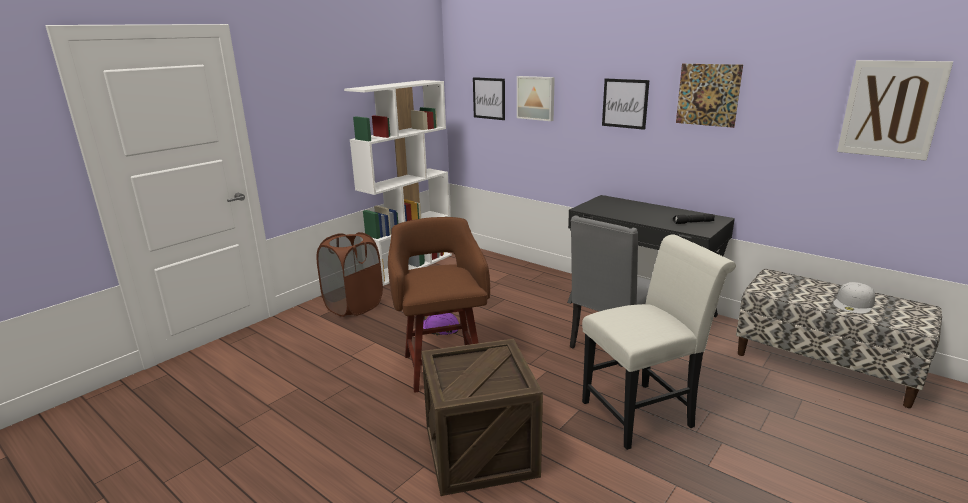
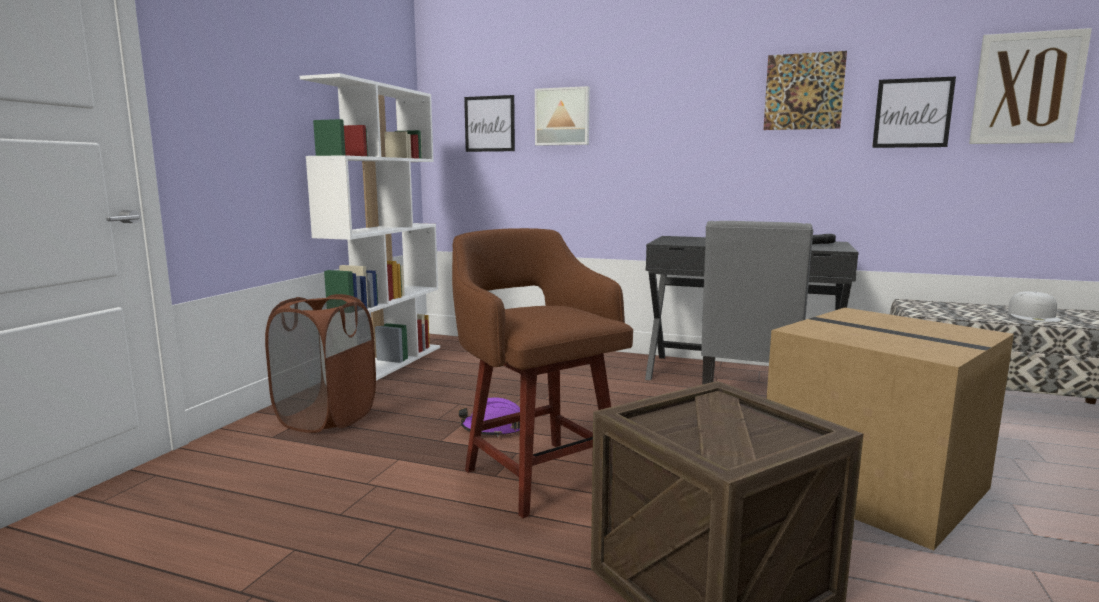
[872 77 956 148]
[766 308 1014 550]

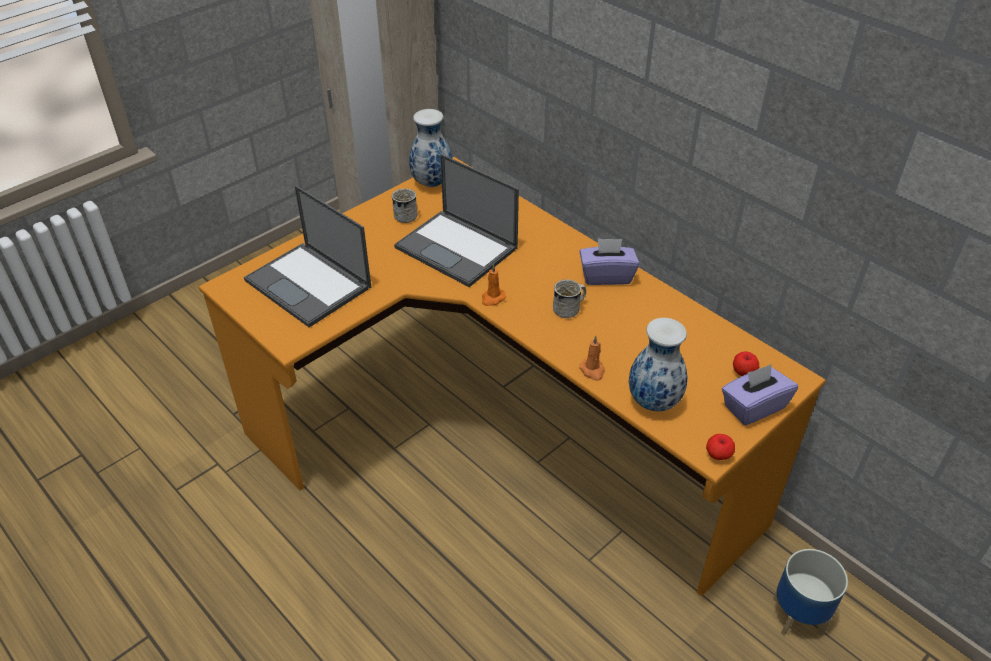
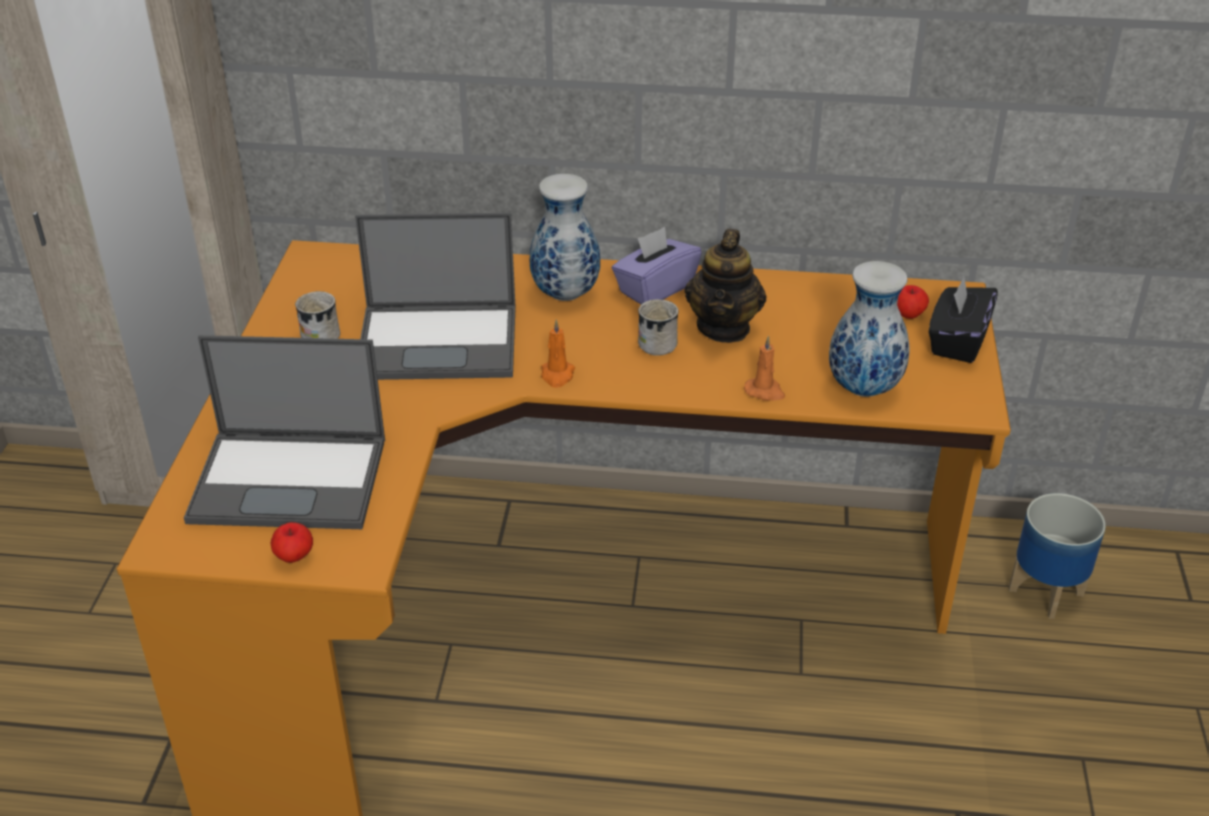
[684 229 767 343]
[530 174 600 301]
[271 522 313 563]
[929 277 998 363]

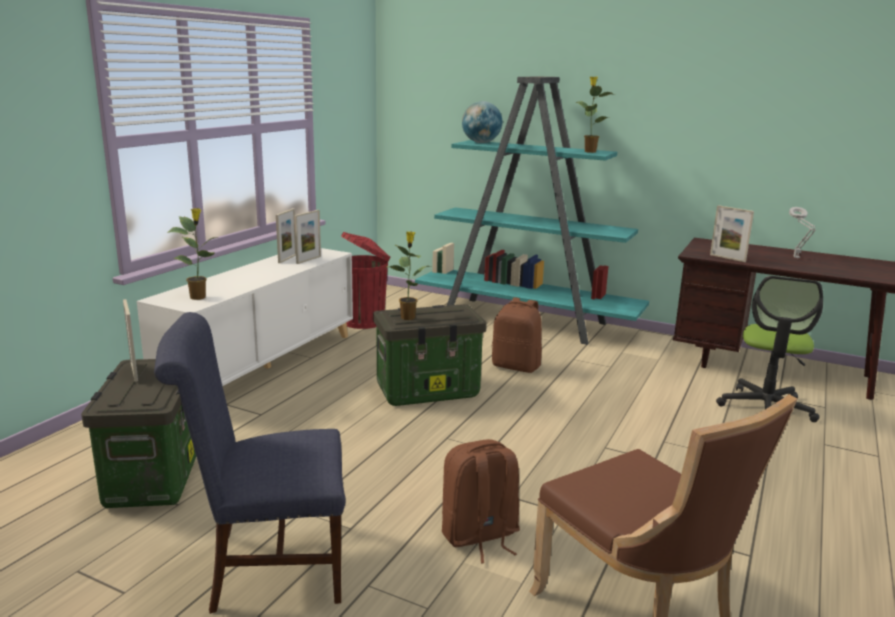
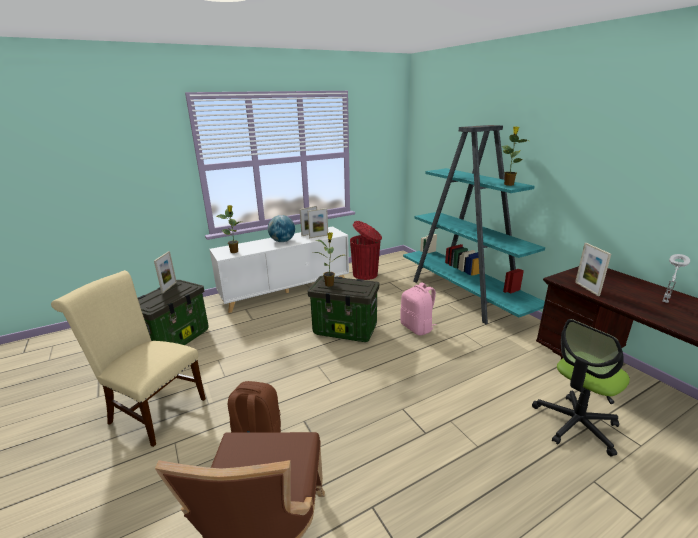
[268 215 295 242]
[51 270 206 447]
[400 282 437 335]

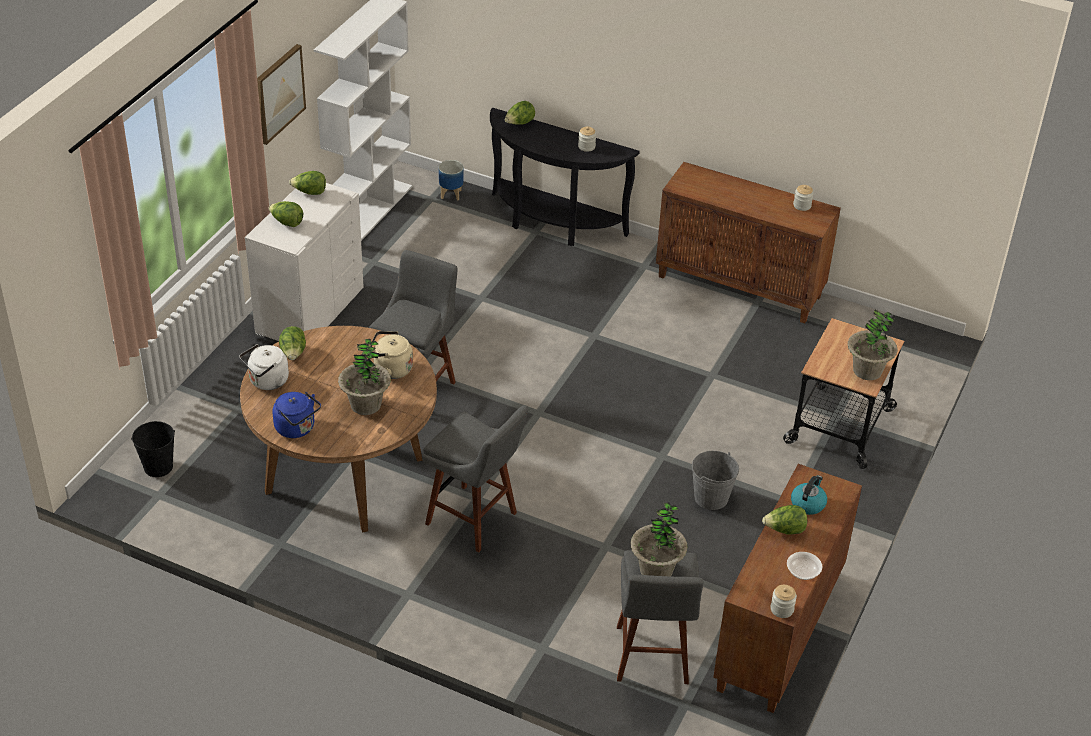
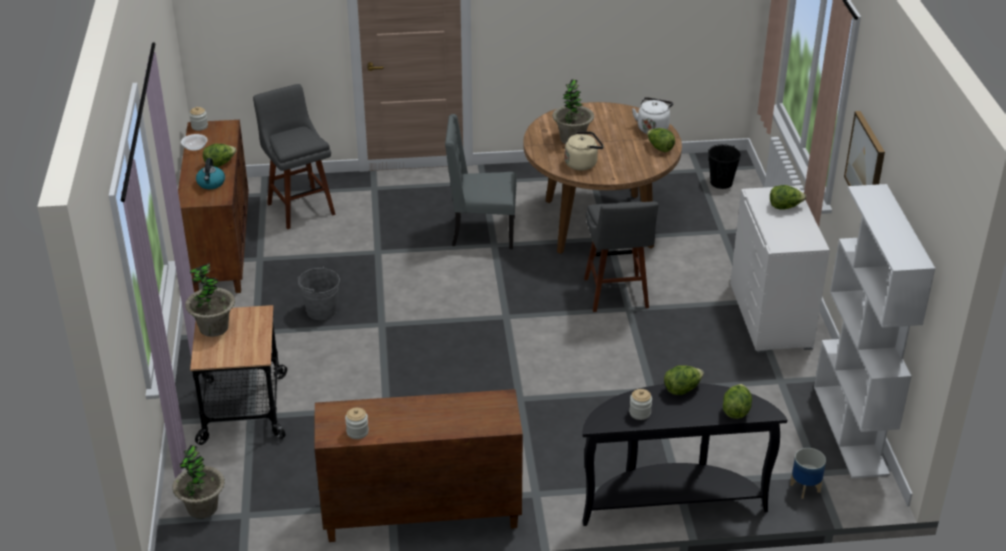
[272 392 321 438] (first image)
[664 365 704 395]
[172 445 225 519]
[445 114 517 249]

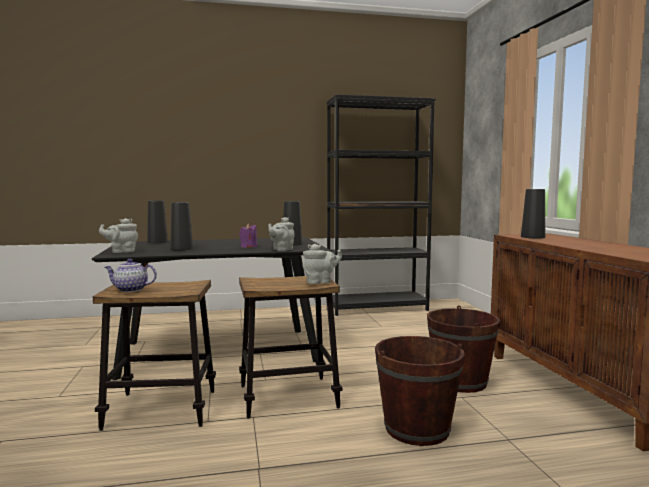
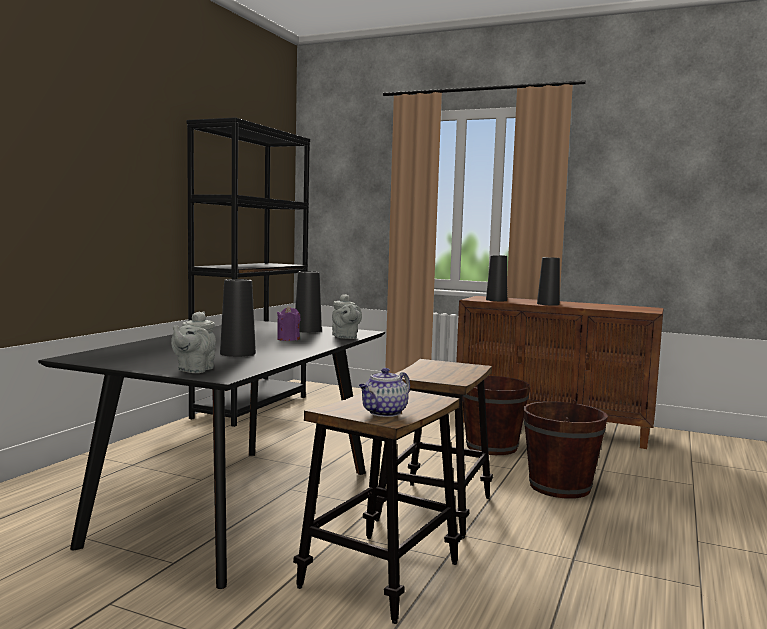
[303 244 342 284] (first image)
[537 257 560 306]

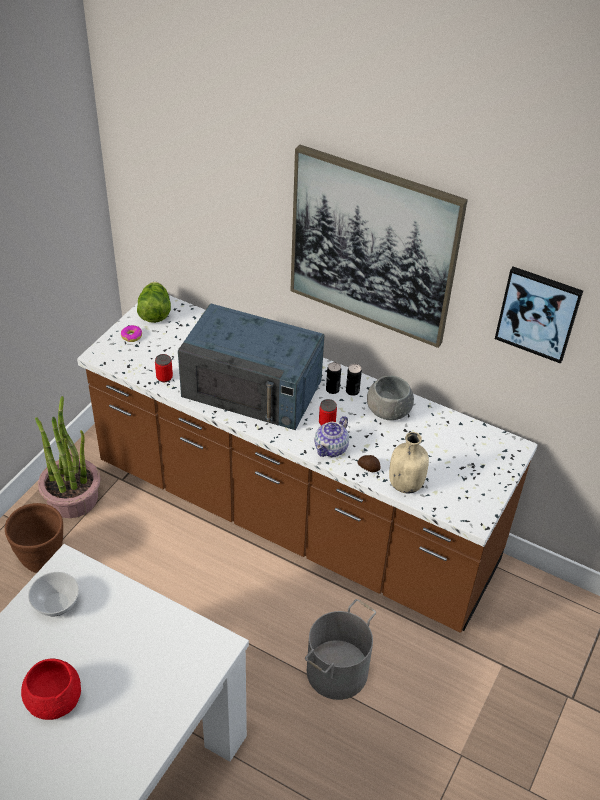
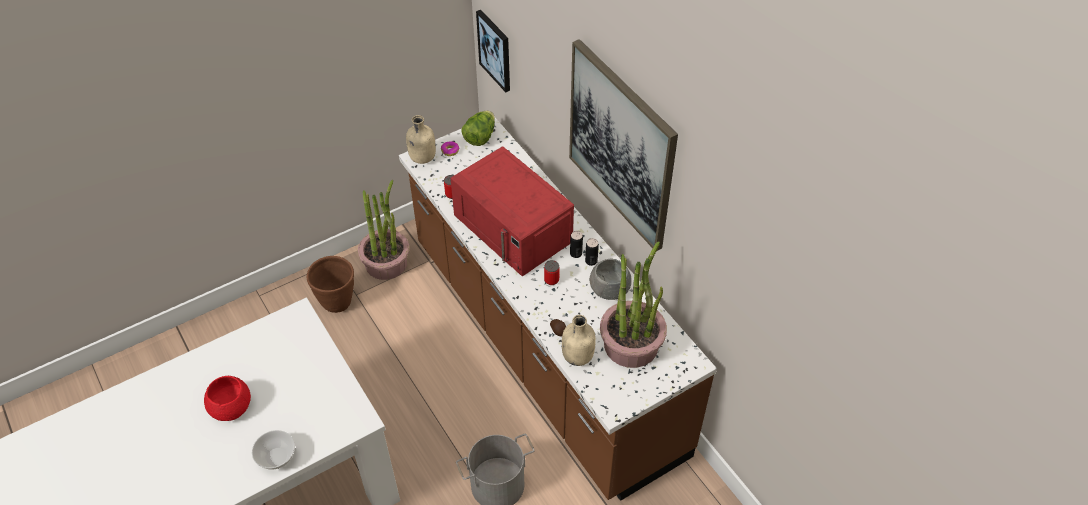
[314 416 349 457] (first image)
[406 115 436 164]
[600 241 667 368]
[252 430 295 470]
[476 10 510 92]
[450 147 574 276]

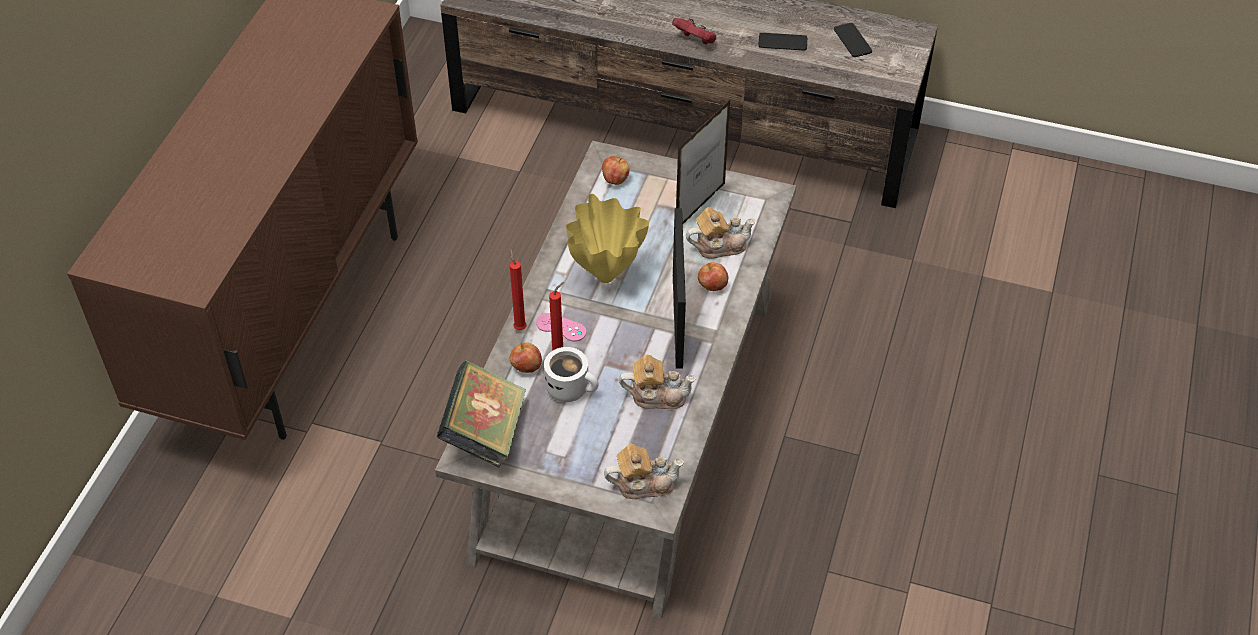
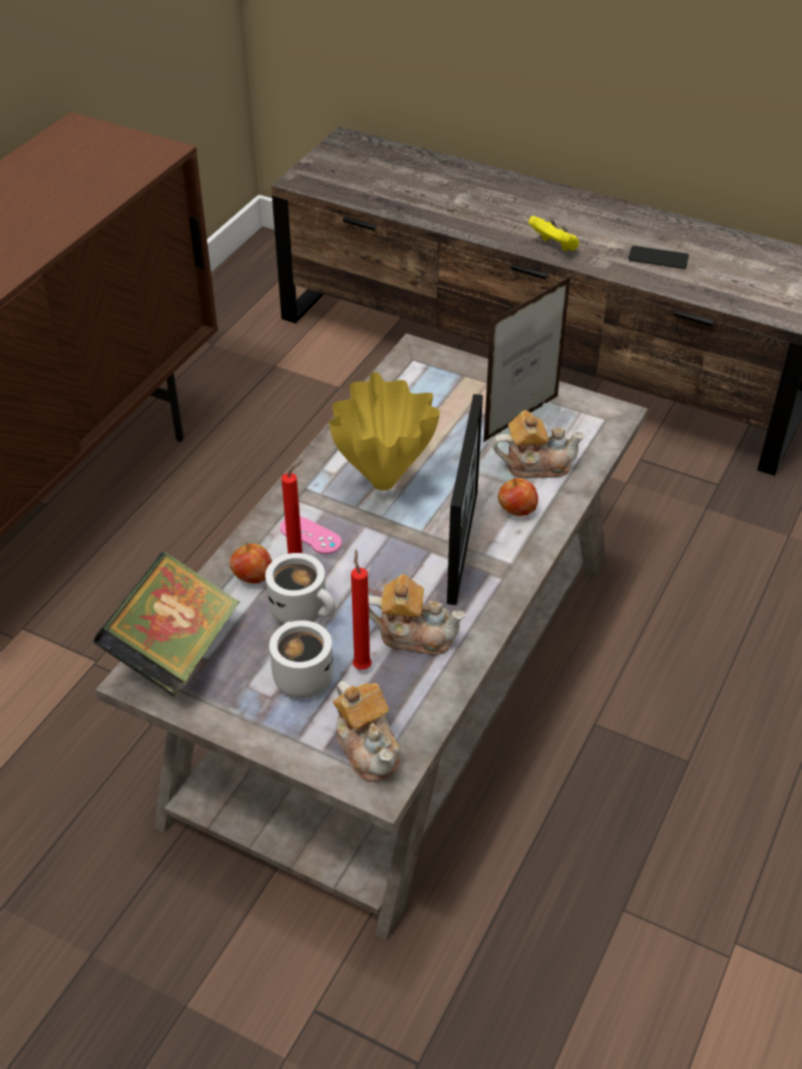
[602 156 630 185] (first image)
[834 23 872 57] (first image)
[269 620 333 699]
[351 550 372 670]
[528 216 579 252]
[333 681 401 782]

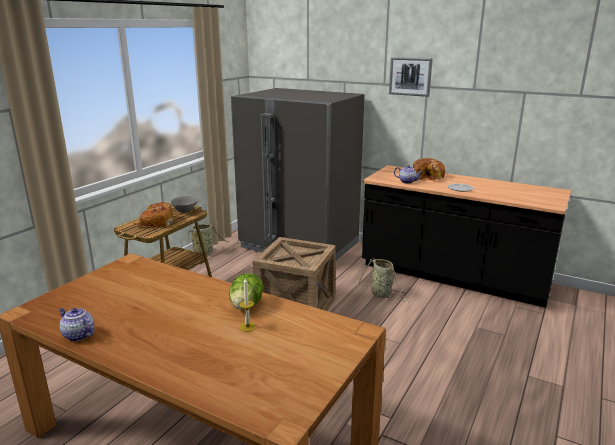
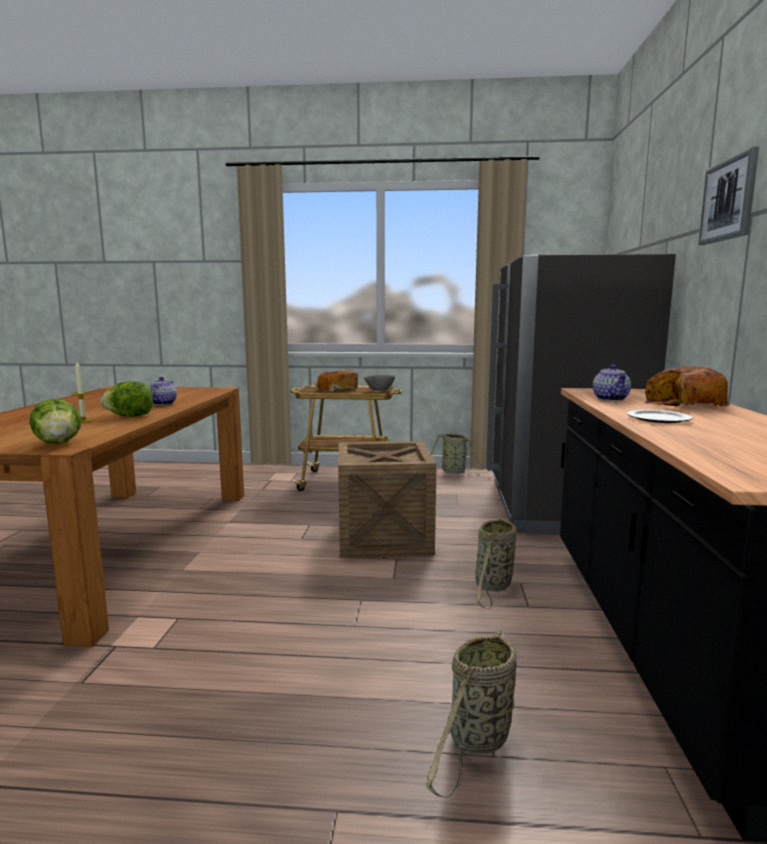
[29 399 82 444]
[426 630 517 798]
[149 377 177 405]

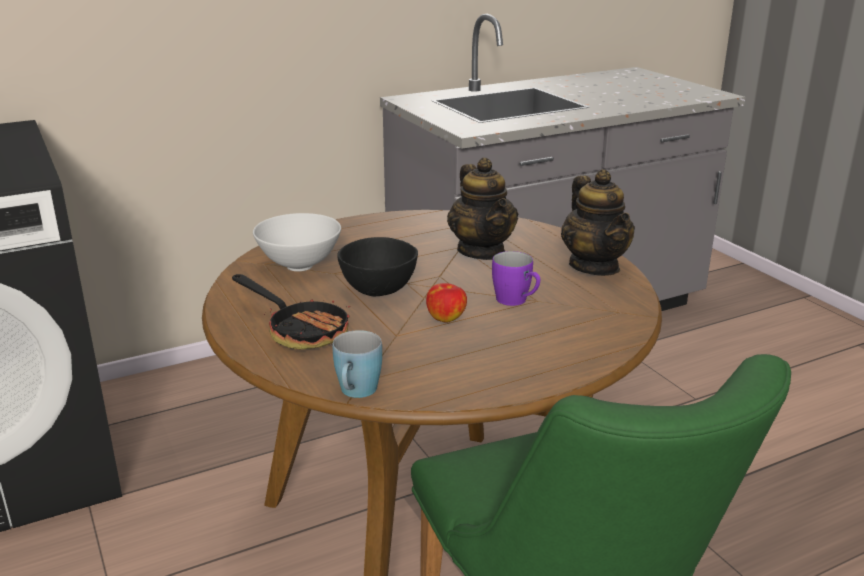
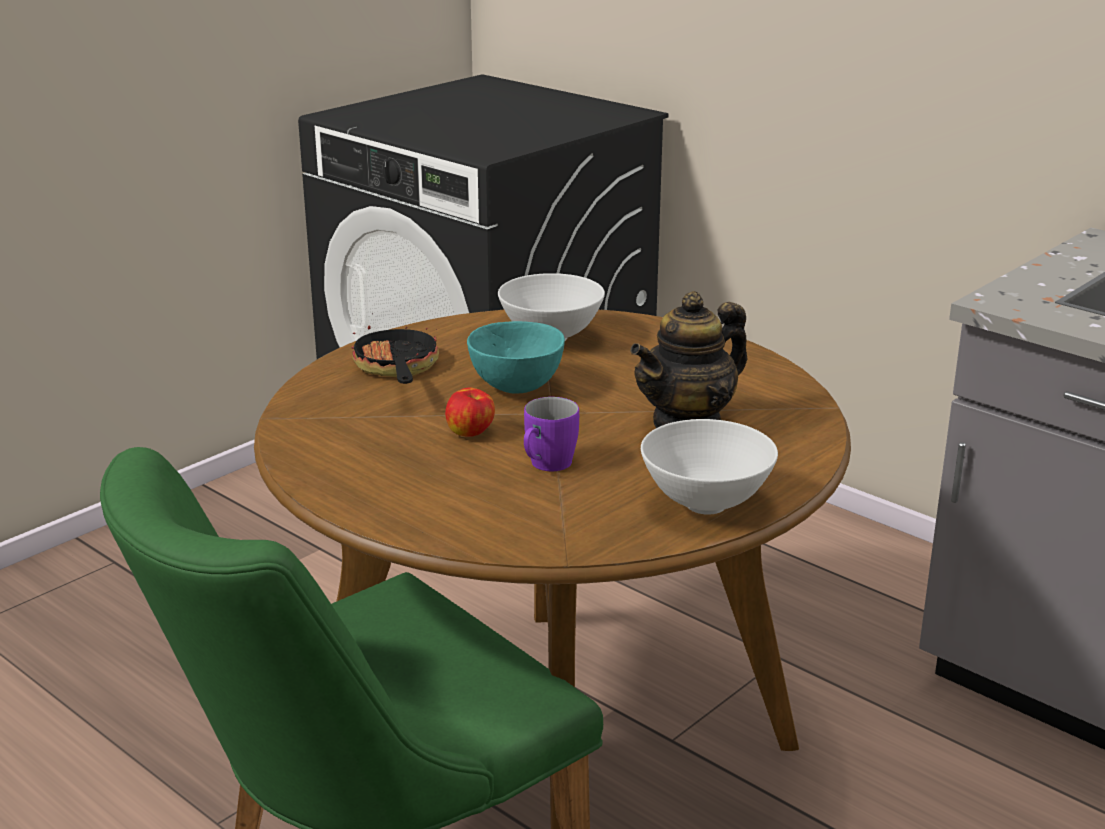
[332 330 382 398] (first image)
[641 419 778 515]
[467 321 565 394]
[351 313 439 384]

